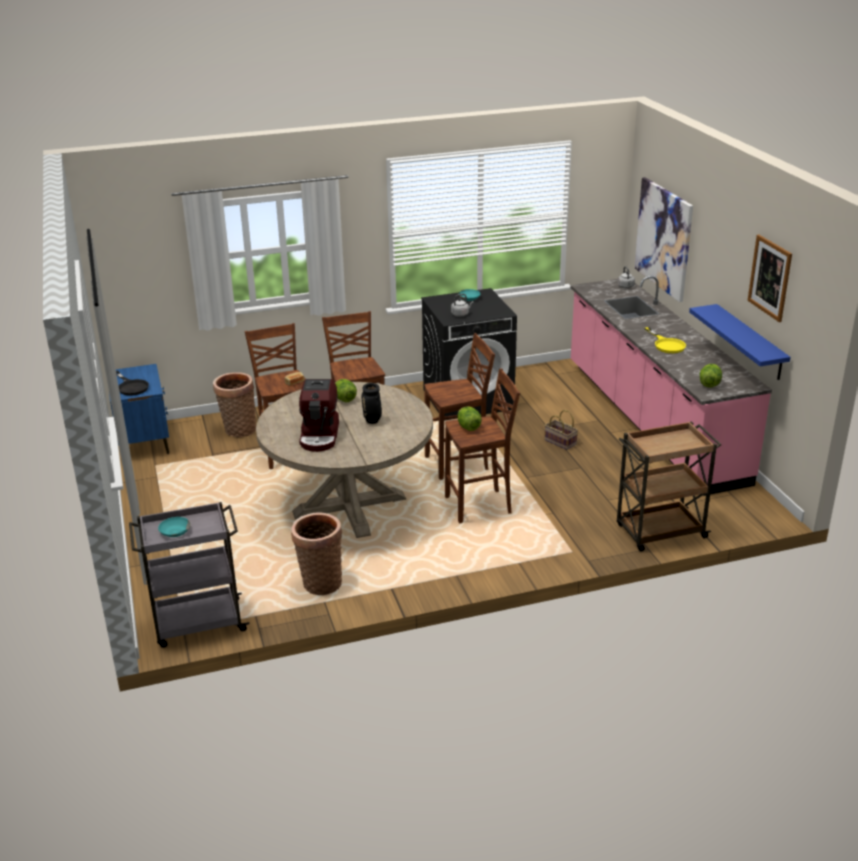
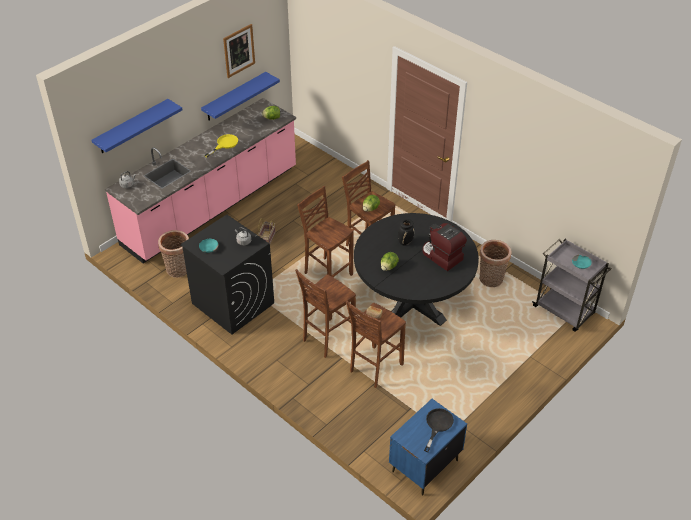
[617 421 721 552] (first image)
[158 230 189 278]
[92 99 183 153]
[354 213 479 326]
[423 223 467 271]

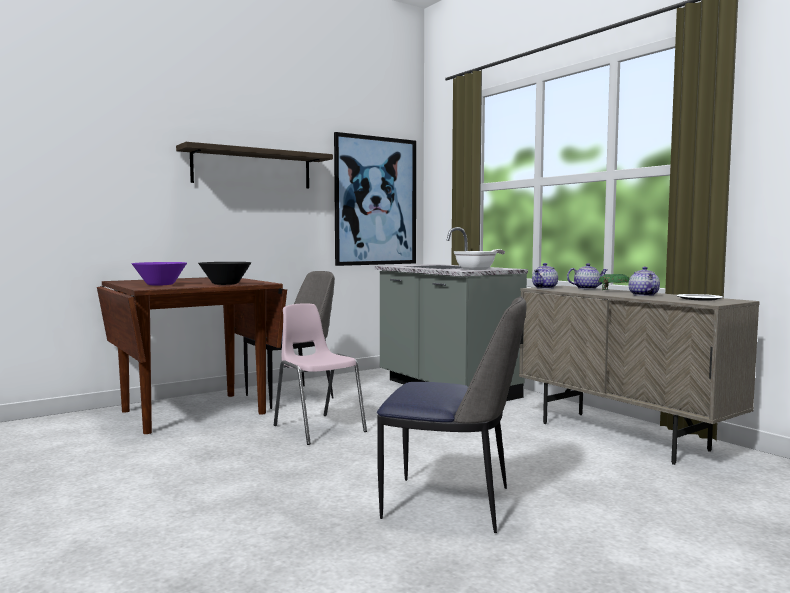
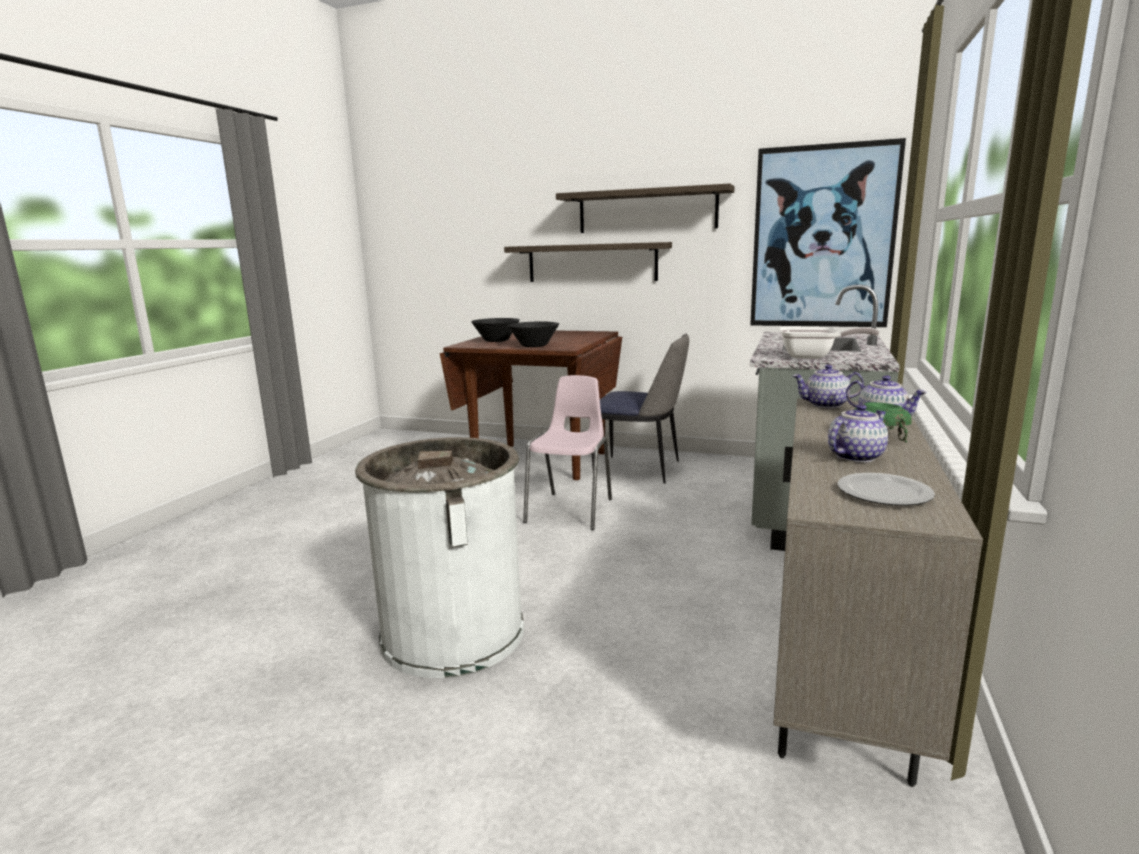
[504 242 672 282]
[355 437 524 678]
[471 318 520 342]

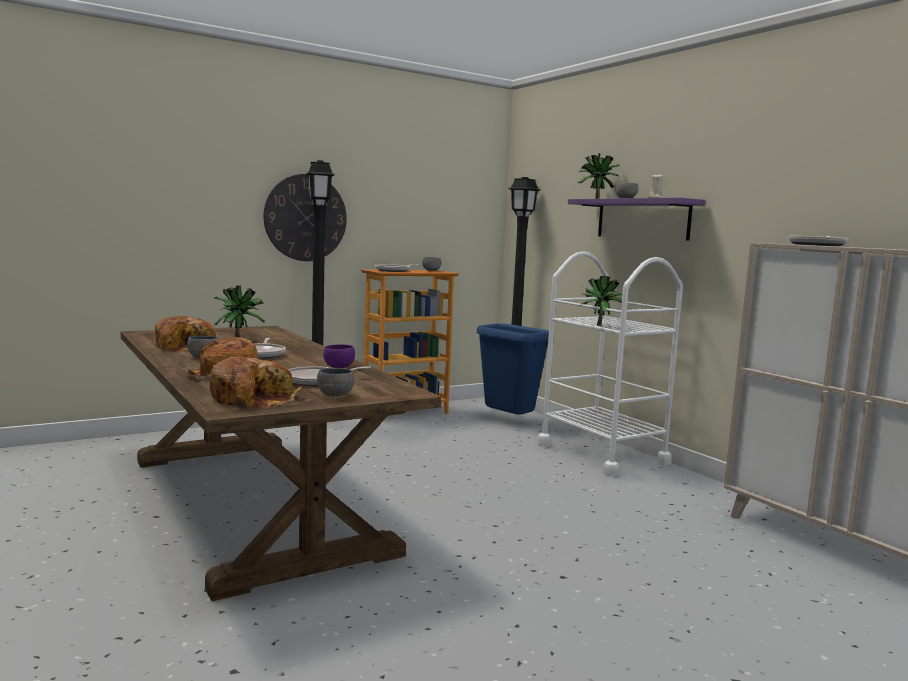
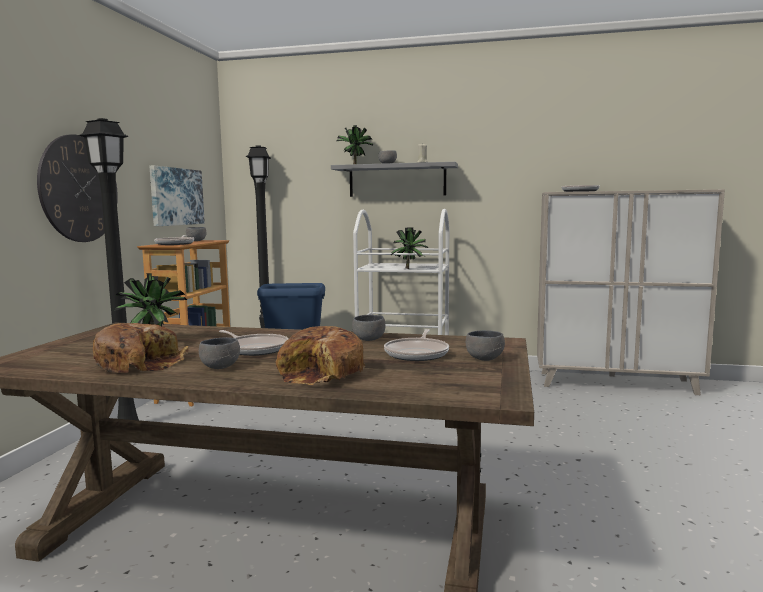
[210 356 302 408] (first image)
[149 166 205 226]
[352 315 386 341]
[331 162 458 197]

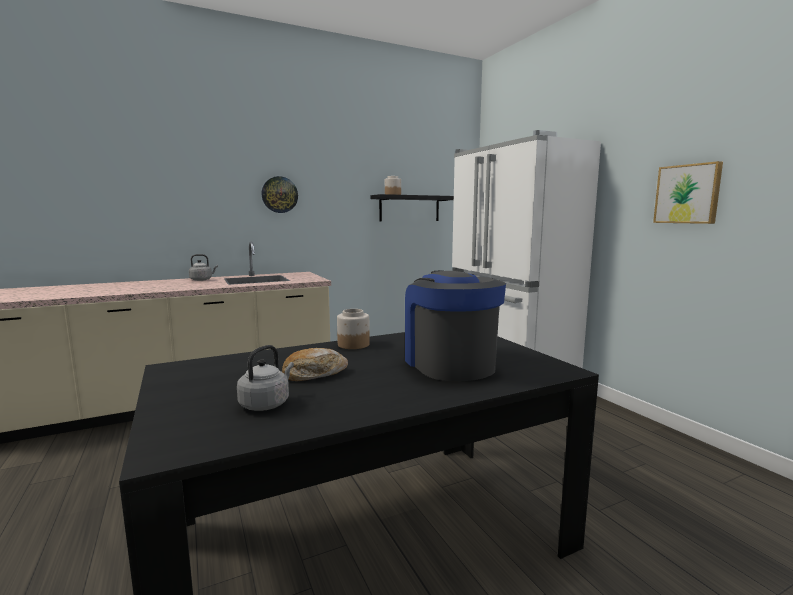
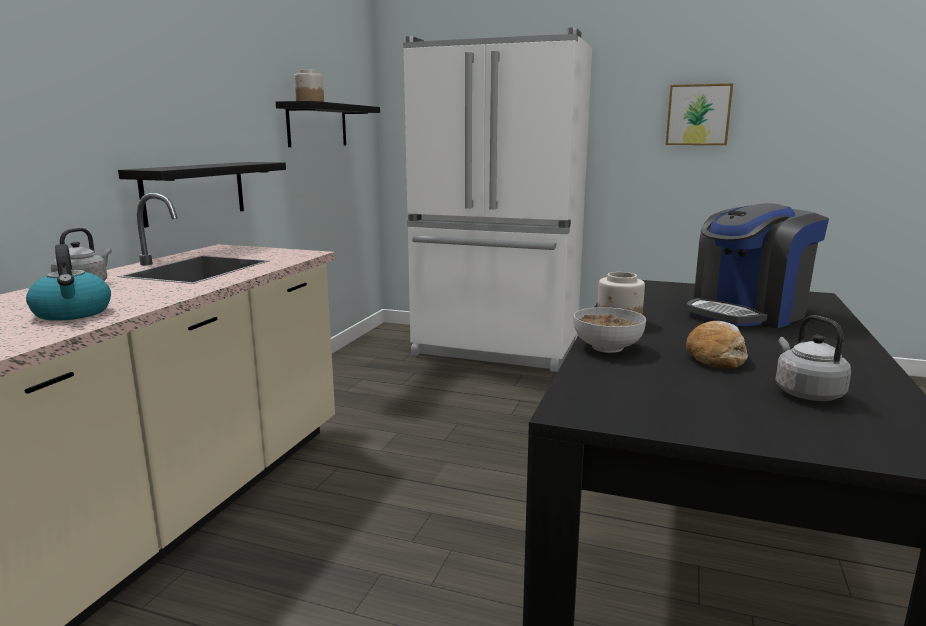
[261 176 298 213] (first image)
[26 244 111 321]
[118 162 286 228]
[574 307 646 353]
[686 203 829 328]

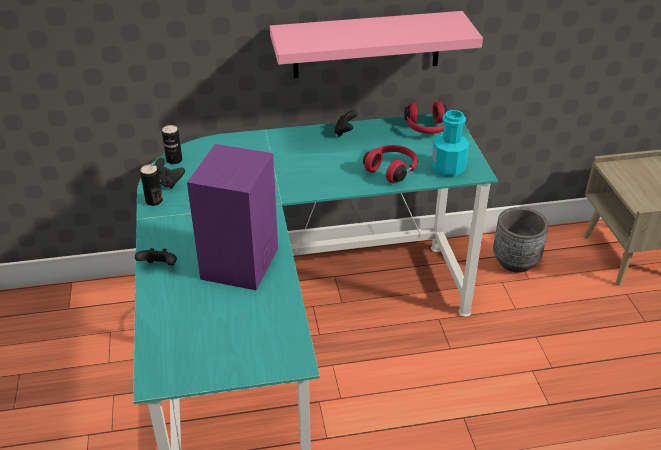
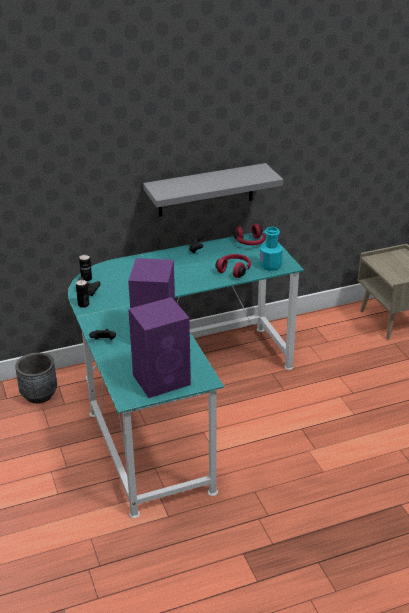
[128 297 191 398]
[15 353 57 404]
[143 163 283 217]

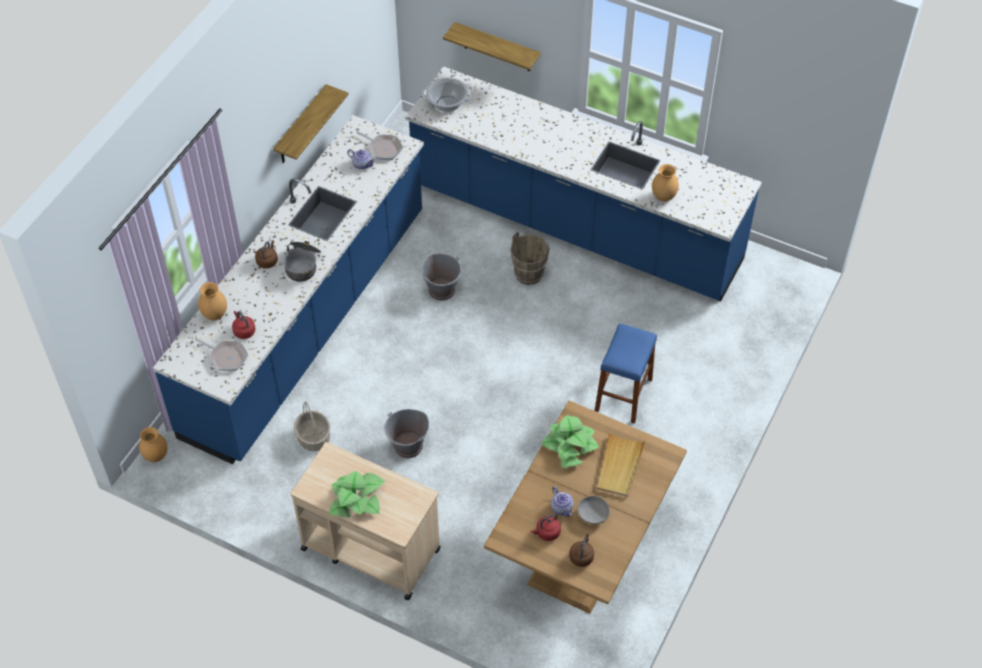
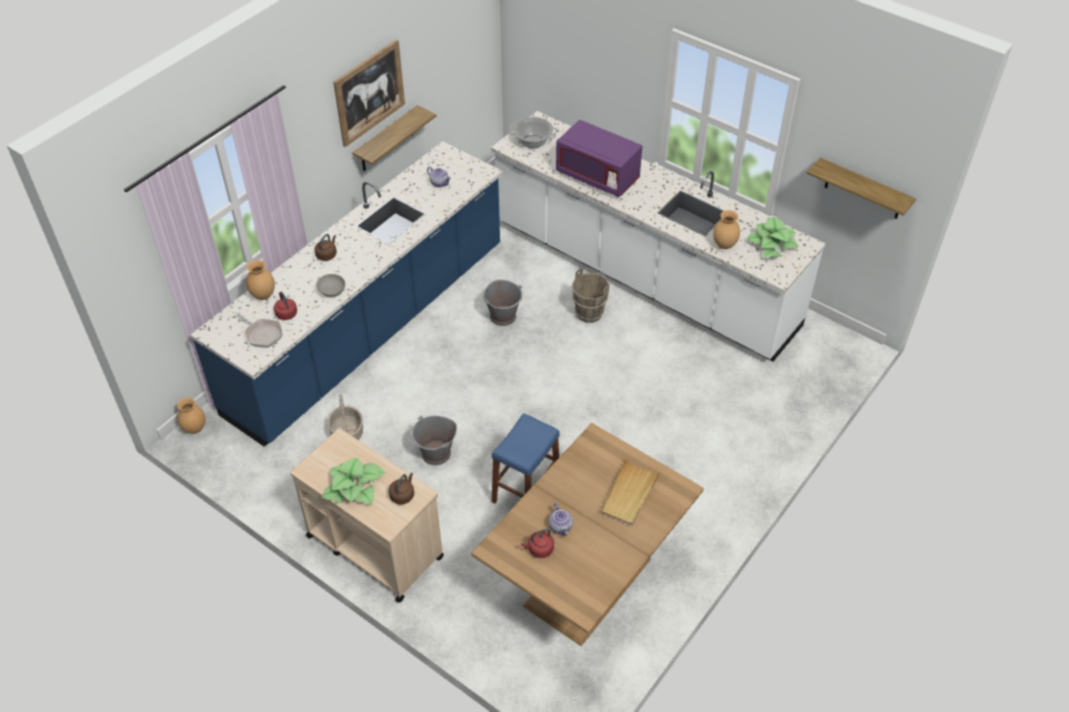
[283 241 321 282] (first image)
[356 131 403 160] (first image)
[333 39 405 147]
[556 120 642 197]
[807 158 916 219]
[746 217 799 257]
[389 473 414 505]
[316 274 345 297]
[492 413 559 504]
[491 111 826 361]

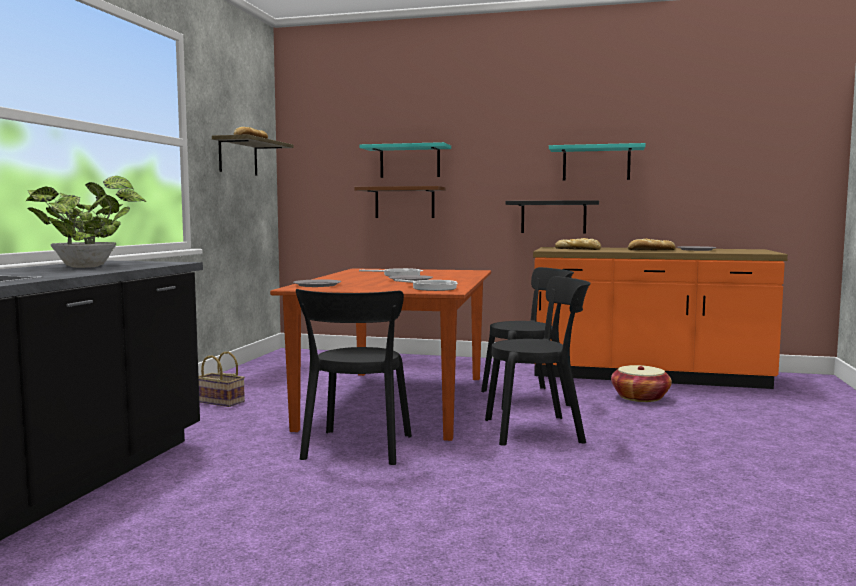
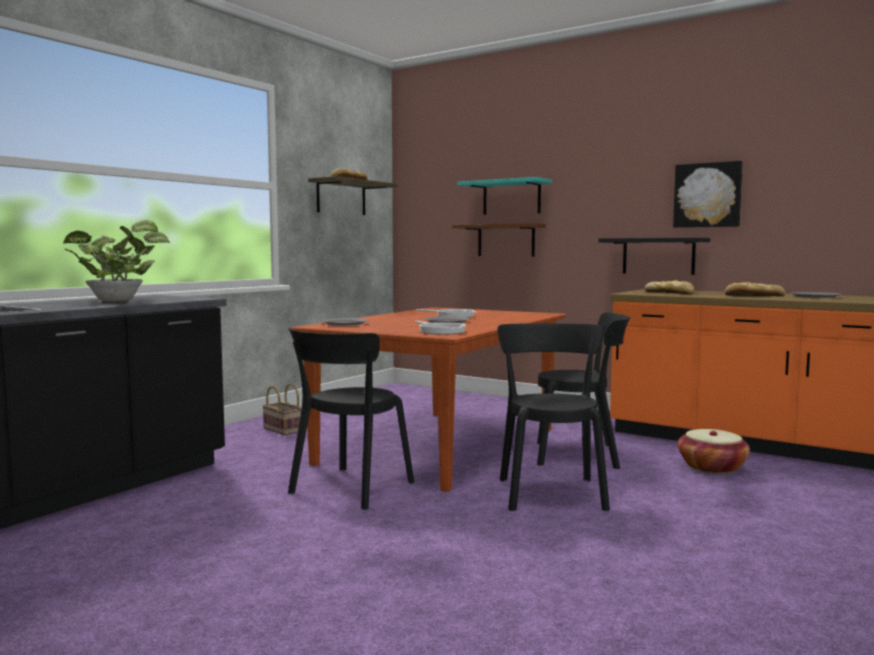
[673 161 743 228]
[497 323 610 511]

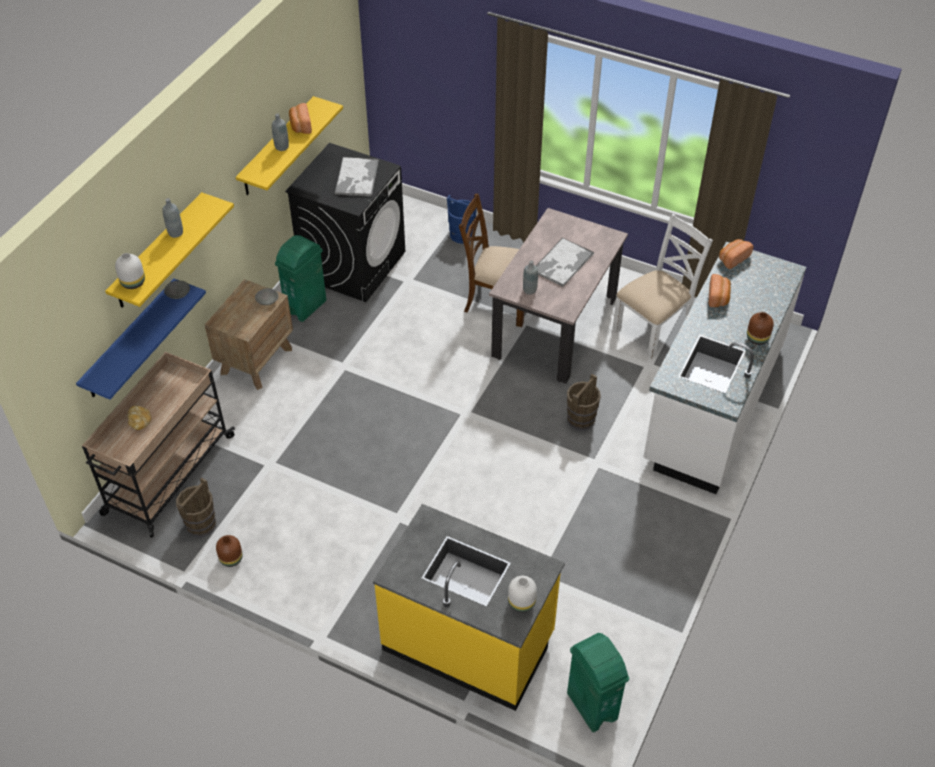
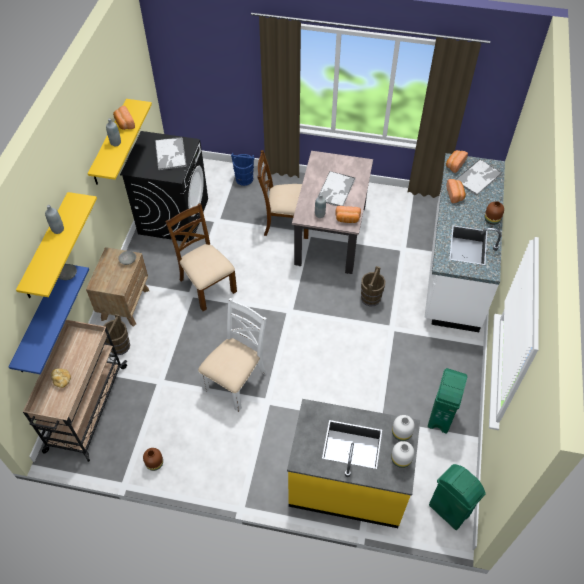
[165 203 237 311]
[336 206 361 223]
[455 159 503 196]
[392 415 415 441]
[104 314 130 355]
[428 368 467 433]
[198 298 267 412]

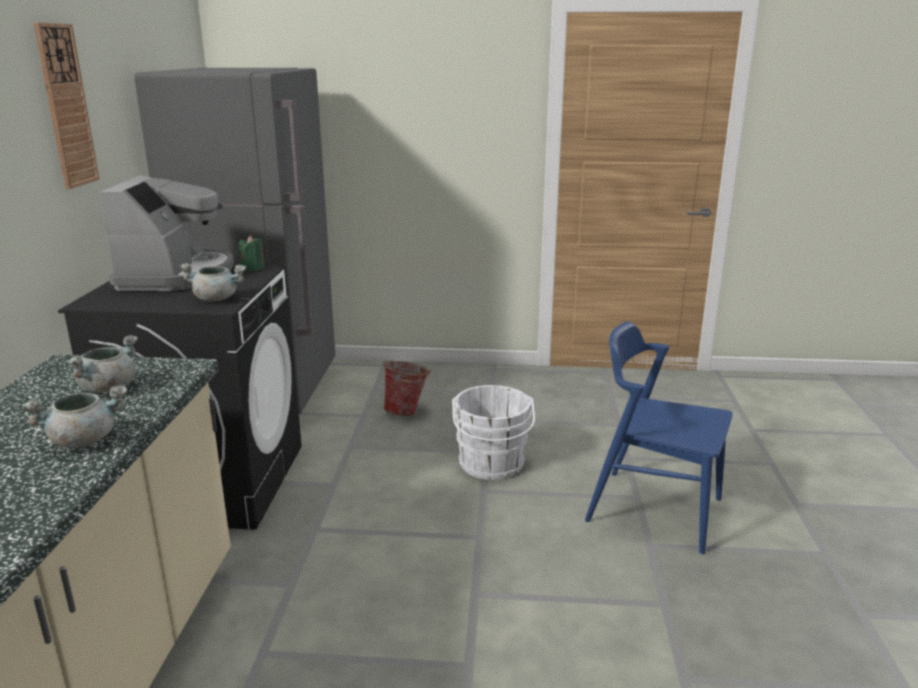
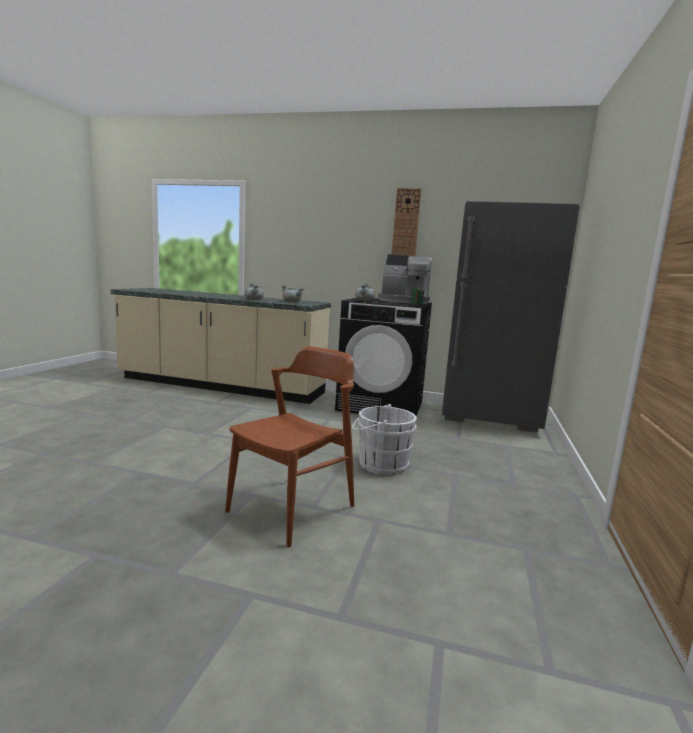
[383 361 431 416] (first image)
[225 346 354 547]

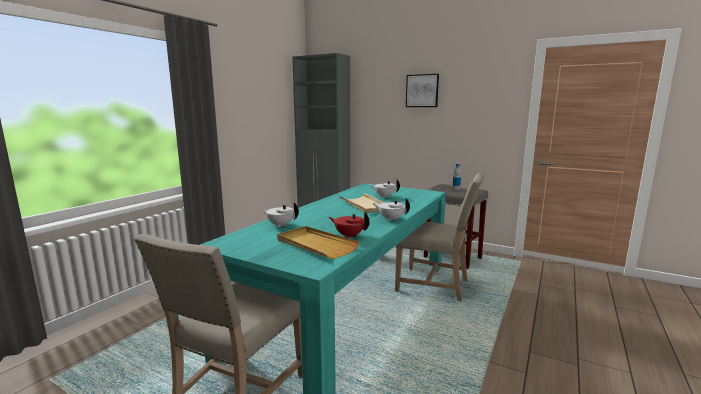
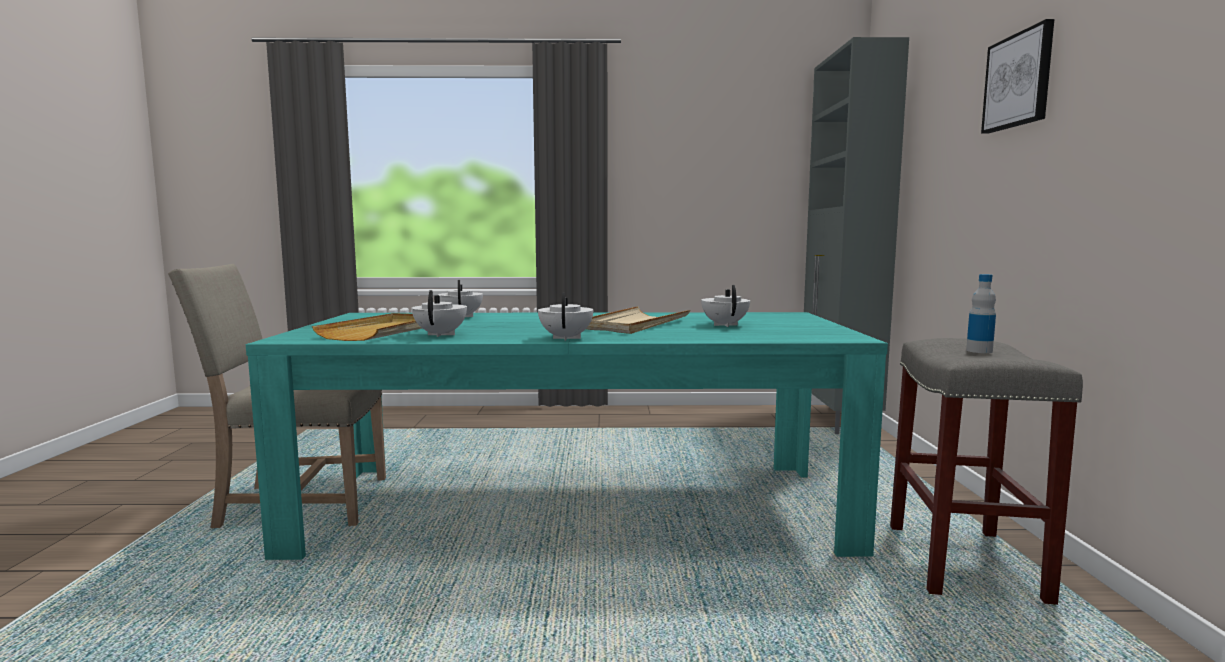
[395 173 484 302] (first image)
[412 290 467 337]

